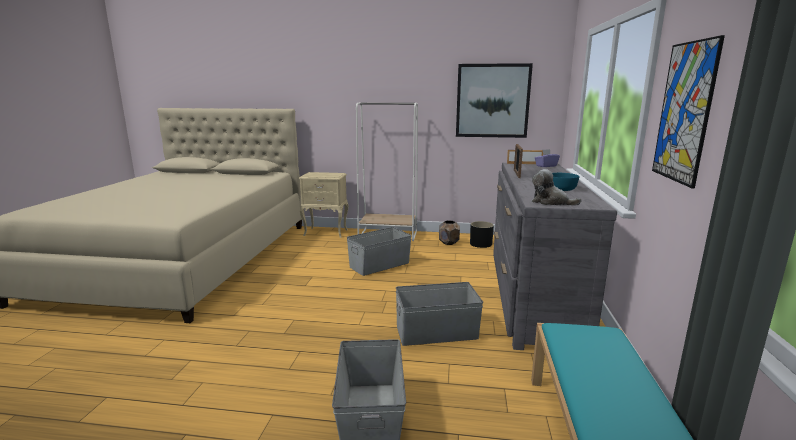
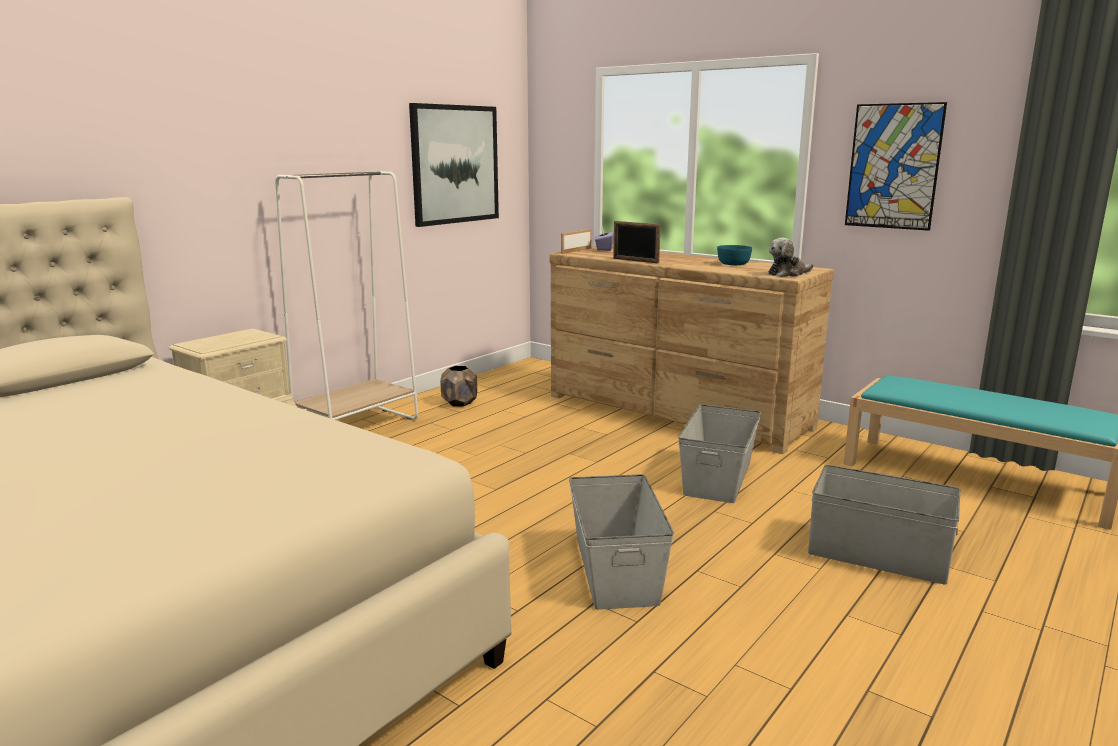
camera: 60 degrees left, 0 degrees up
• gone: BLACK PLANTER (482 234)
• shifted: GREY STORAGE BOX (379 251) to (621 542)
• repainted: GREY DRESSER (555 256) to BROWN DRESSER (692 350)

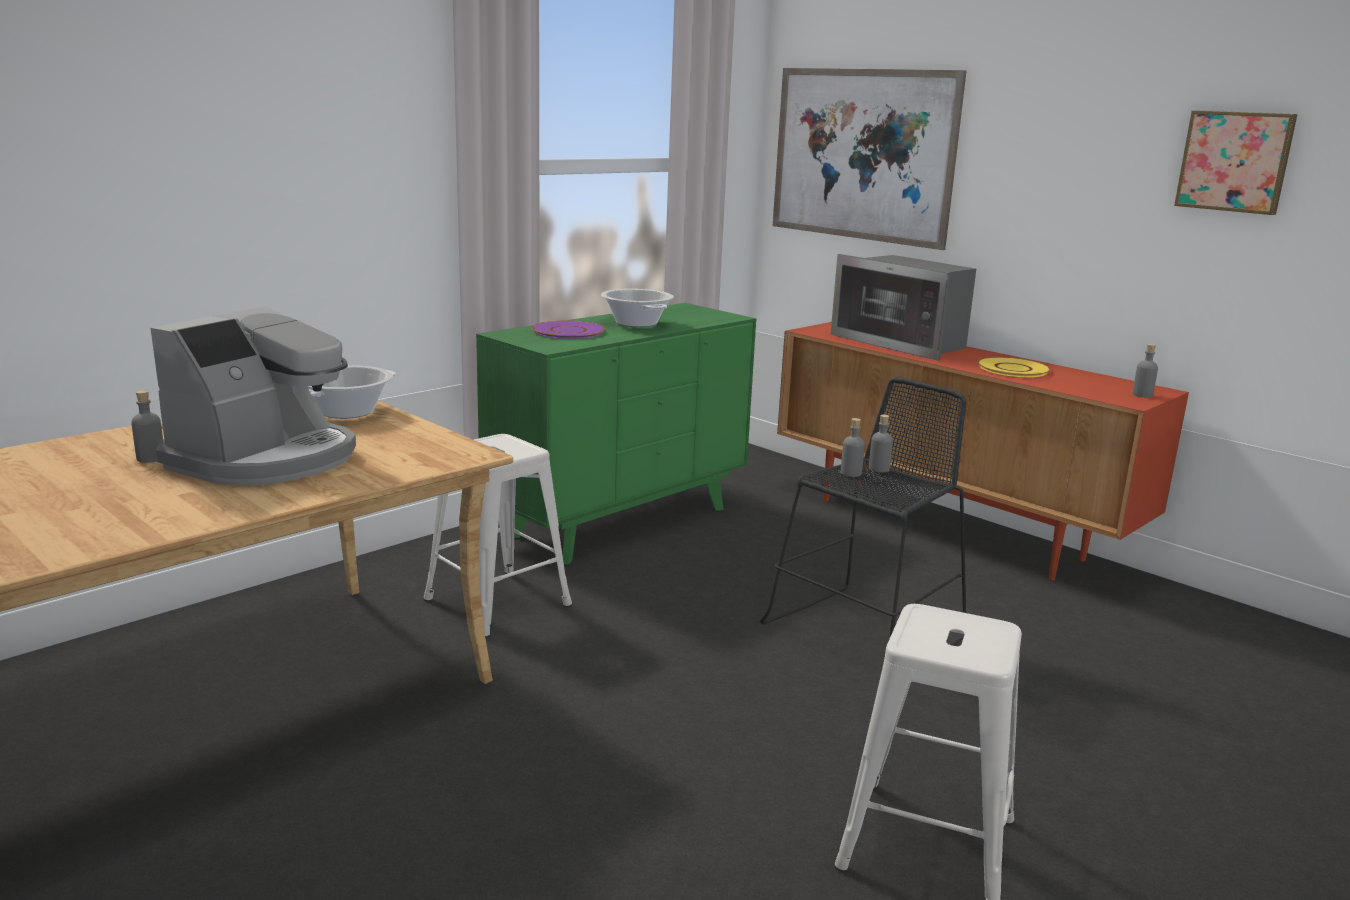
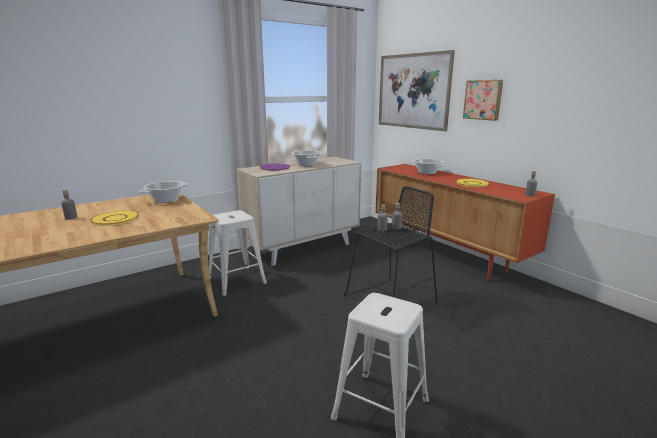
camera: 10 degrees right, 0 degrees up
• shifted: PICTURE (1235 162) to (483 100)
• swapped: COFFEE MACHINE (253 396) to YELLOW PLATE (114 217)
• swapped: MICROWAVE (903 307) to COOKING POT (428 166)
• repainted: GREEN DRESSER (616 434) to WHITE DRESSER (298 211)

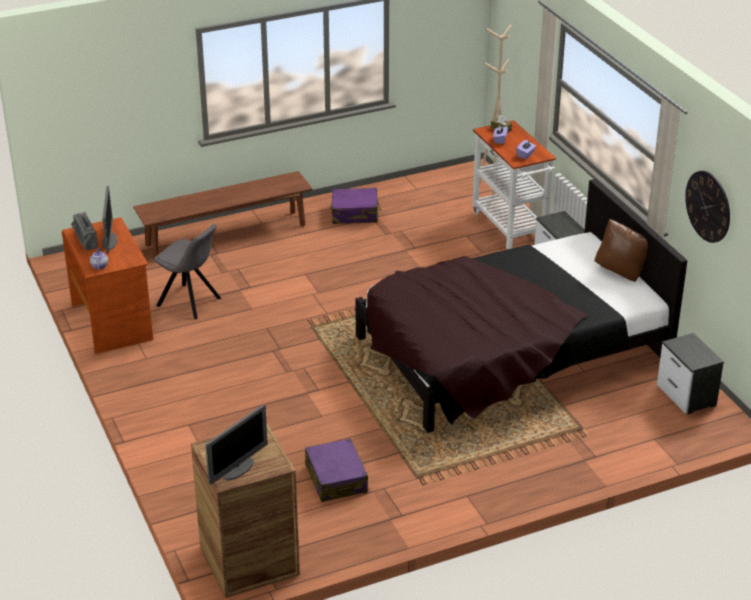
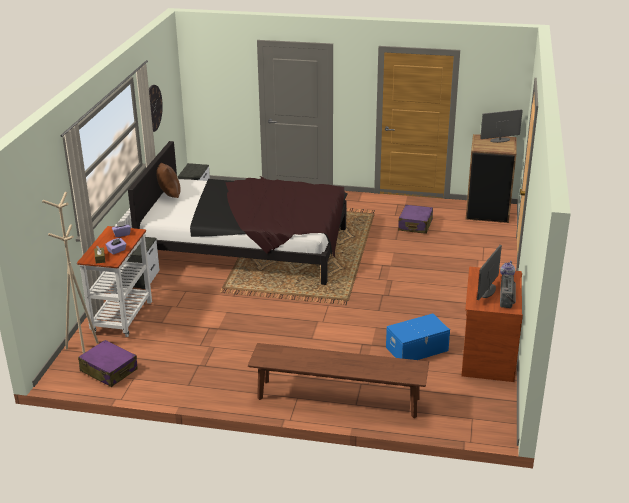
camera: 145 degrees left, 5 degrees down
• shifted: PURPLE SUITCASE (356 206) to (108 363)
• swapped: GREY CHAIR (187 271) to BLUE STORAGE BOX (418 336)

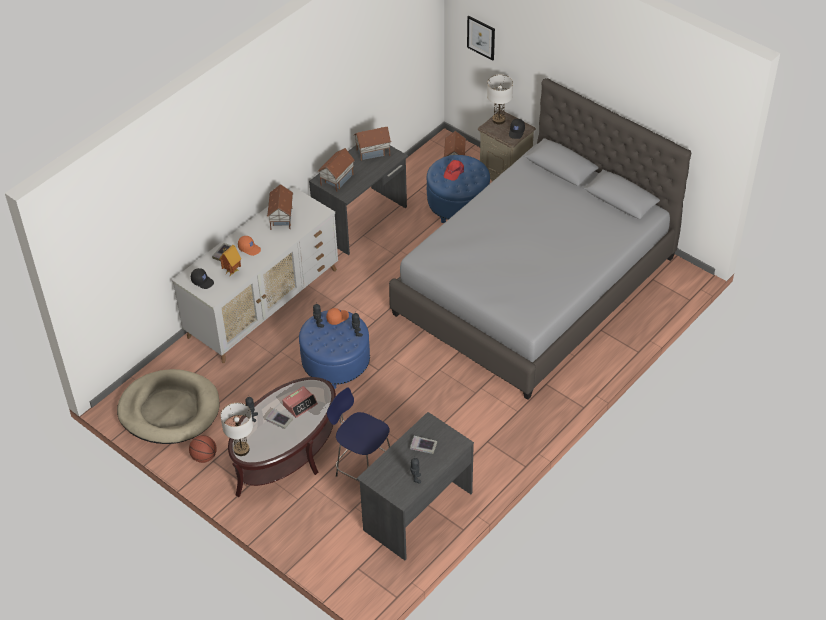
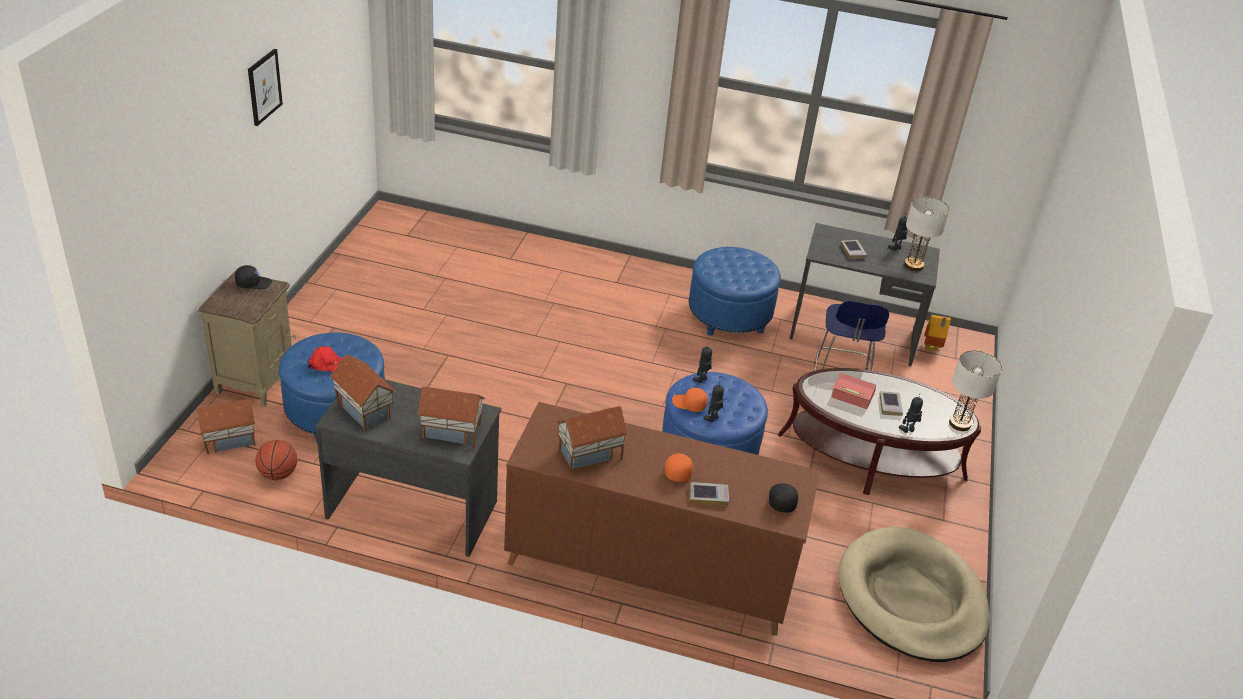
camera: 120 degrees left, 10 degrees down
• gone: GREY BED (540 239)
• new: BLUE OTTOMAN (735 291)
• shifted: BASKETBALL (203 449) to (276 460)
• shifted: TOY HOUSE (230 260) to (937 333)
• shifted: PICTURE (481 38) to (265 87)
• shifted: TABLE LAMP (500 99) to (926 233)
• repainted: WHITE DRESSER (255 275) to BROWN DRESSER (662 519)

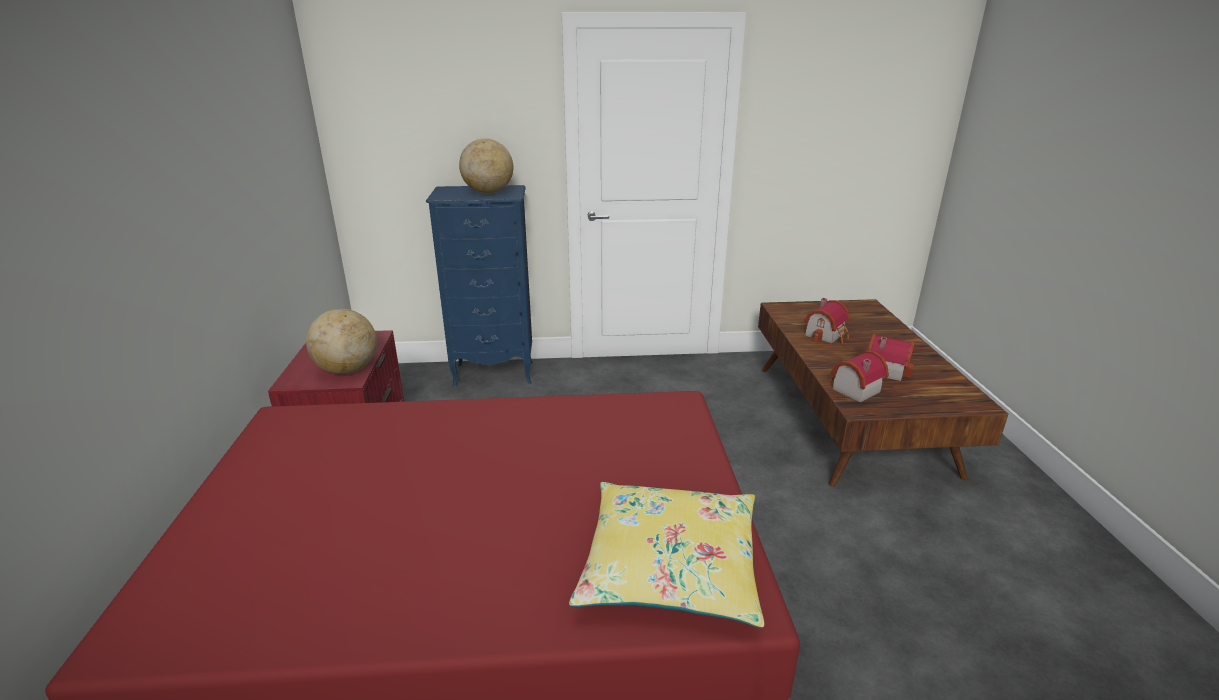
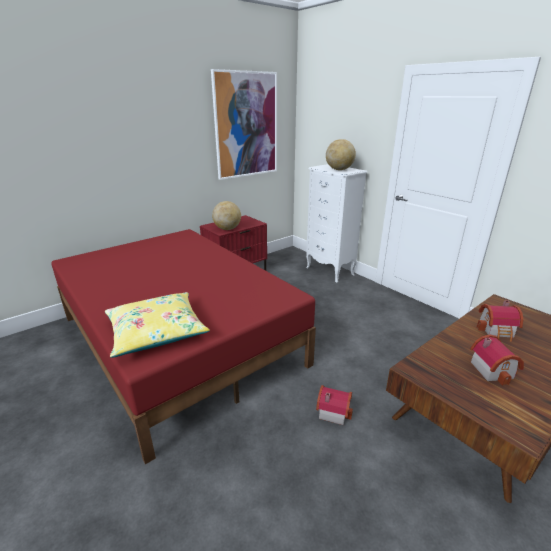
camera: 55 degrees right, 0 degrees up
• new: PICTURE (244 124)
• shifted: TOY HOUSE (859 376) to (334 405)
• repainted: BLUE DRESSER (479 286) to WHITE DRESSER (336 223)

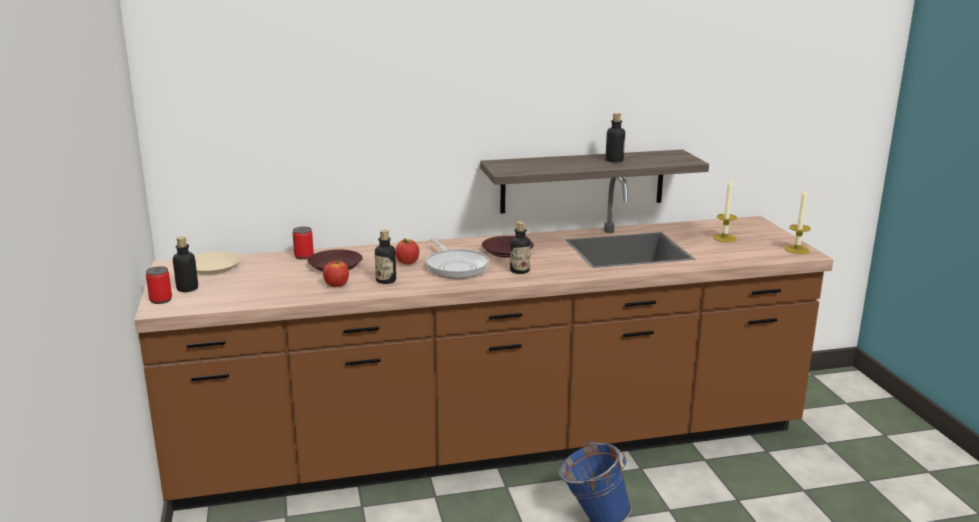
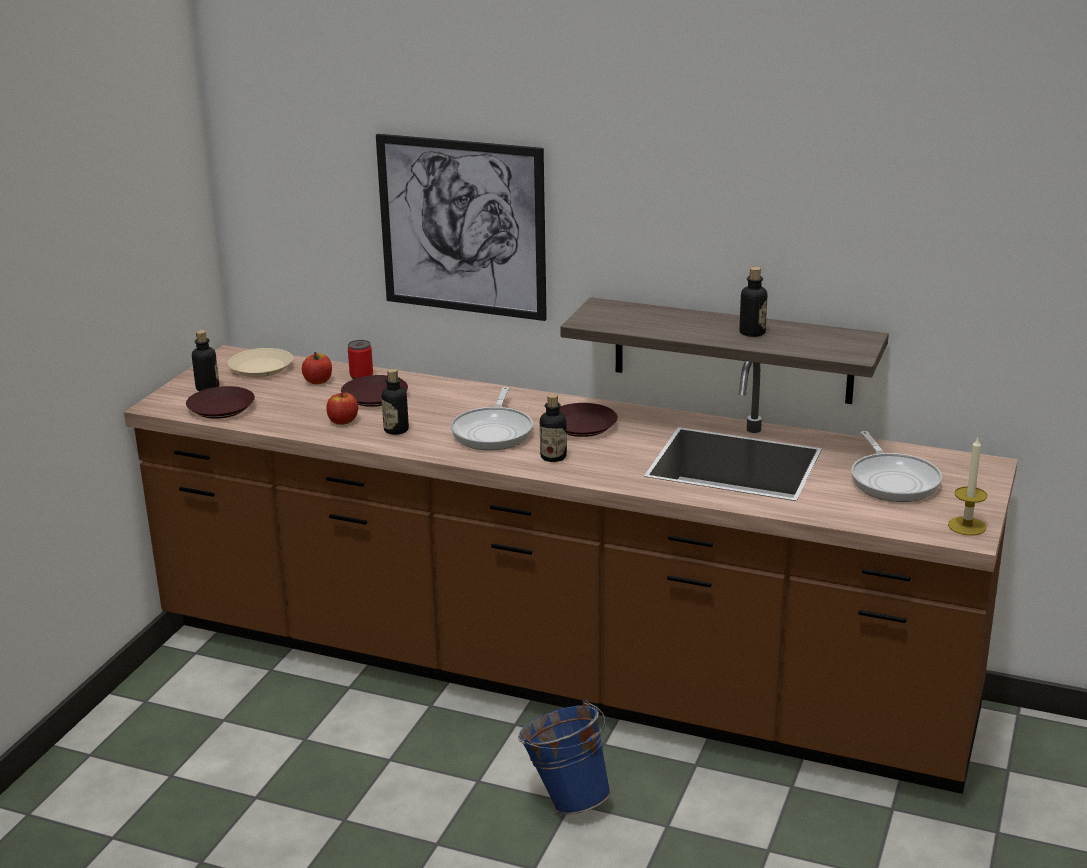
camera: 35 degrees right, 5 degrees up
• gone: CAN (159 285)
• new: BROWN PLATE (220 402)
• new: PICTURE (461 227)
• shifted: APPLE (407 251) to (317 368)
• swapped: CANDLE (725 210) to FRYING PAN (896 466)

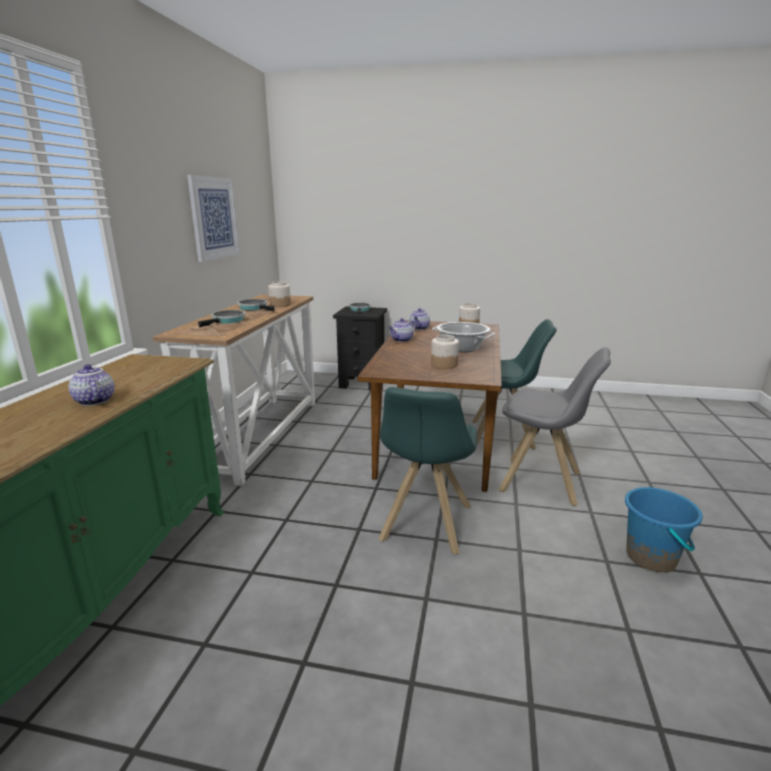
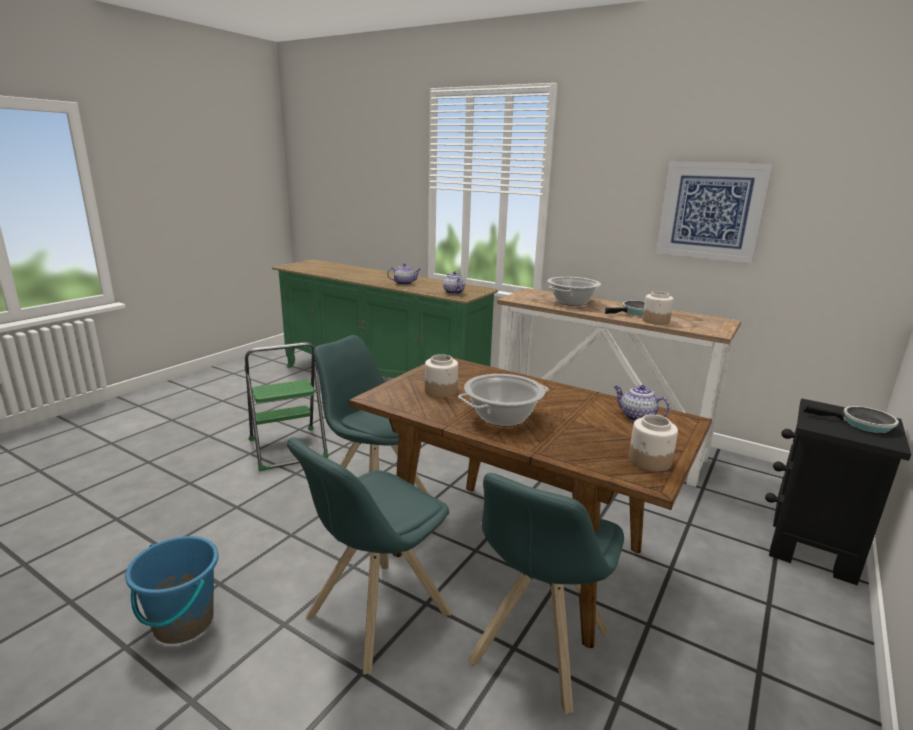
camera: 110 degrees right, 0 degrees up
• new: GREEN STEP LADDER (286 406)
• shifted: TEAPOT (402 330) to (454 282)
• swapped: FRYING PAN (221 318) to COOKING POT (574 291)
• repainted: GREY CHAIR (555 426) to TURQUOISE CHAIR (369 556)

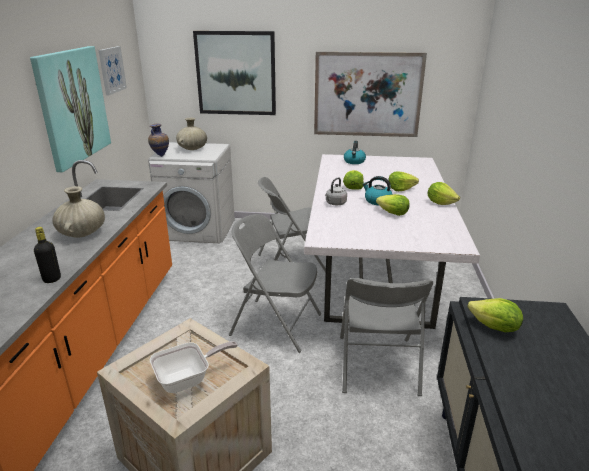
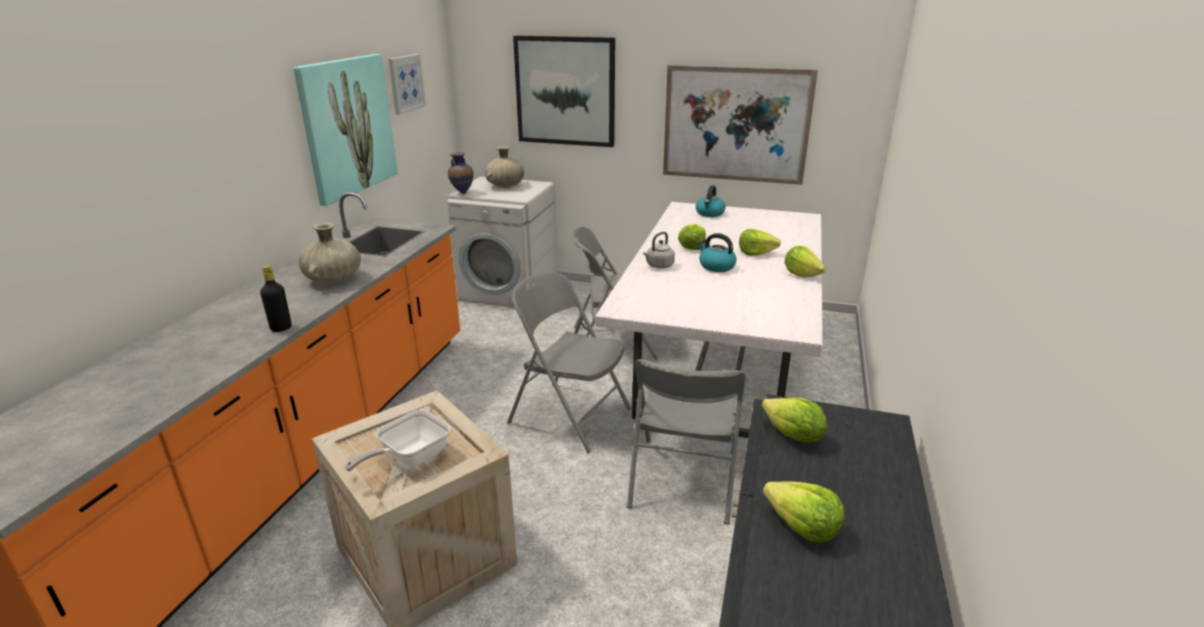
camera: 10 degrees right, 0 degrees up
• shifted: LETTUCE (393 205) to (804 511)
• rotated: FRYING PAN (194 367) = (398 440) 150 degrees clockwise

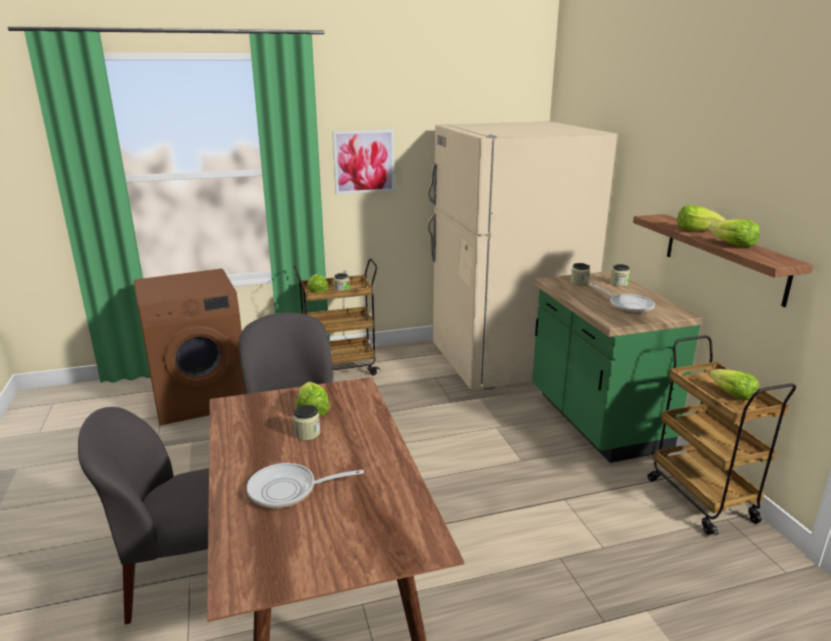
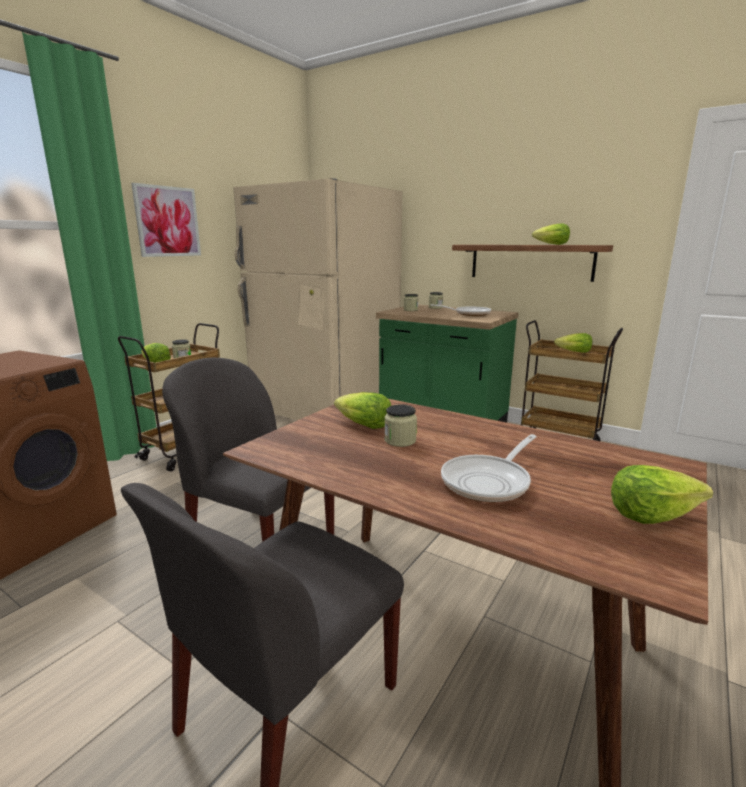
camera: 40 degrees left, 5 degrees down
• shifted: LETTUCE (701 218) to (662 494)

